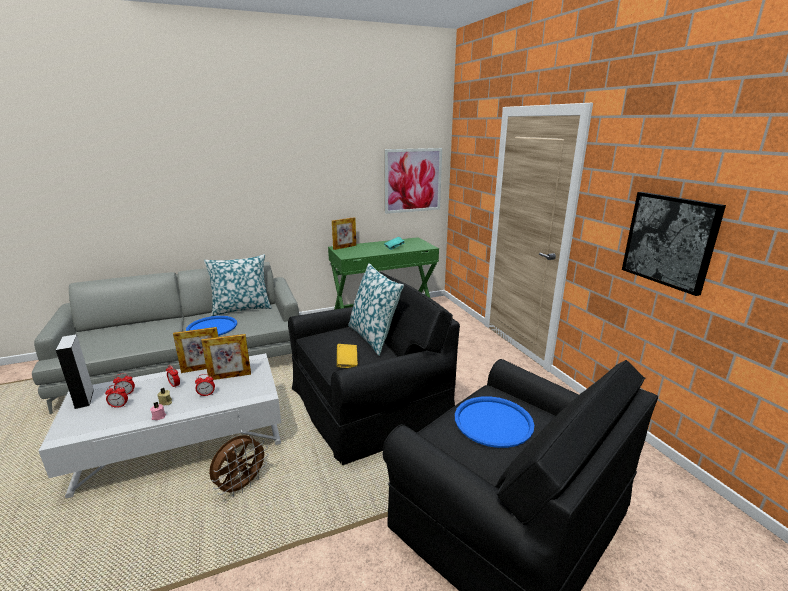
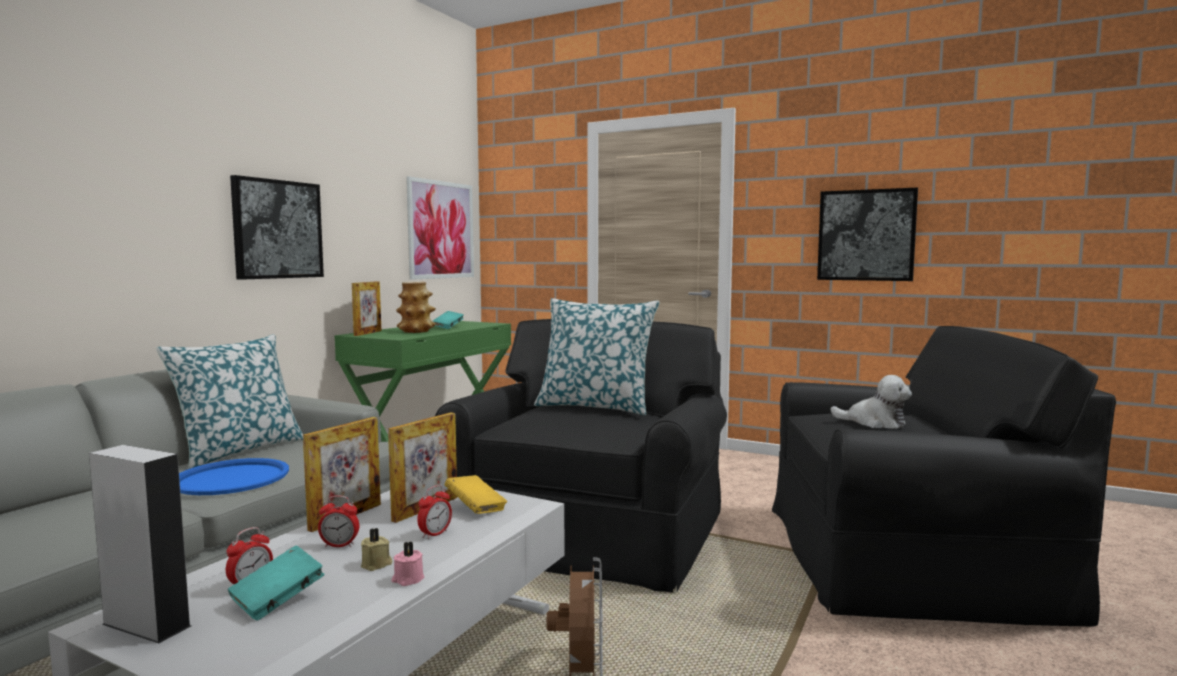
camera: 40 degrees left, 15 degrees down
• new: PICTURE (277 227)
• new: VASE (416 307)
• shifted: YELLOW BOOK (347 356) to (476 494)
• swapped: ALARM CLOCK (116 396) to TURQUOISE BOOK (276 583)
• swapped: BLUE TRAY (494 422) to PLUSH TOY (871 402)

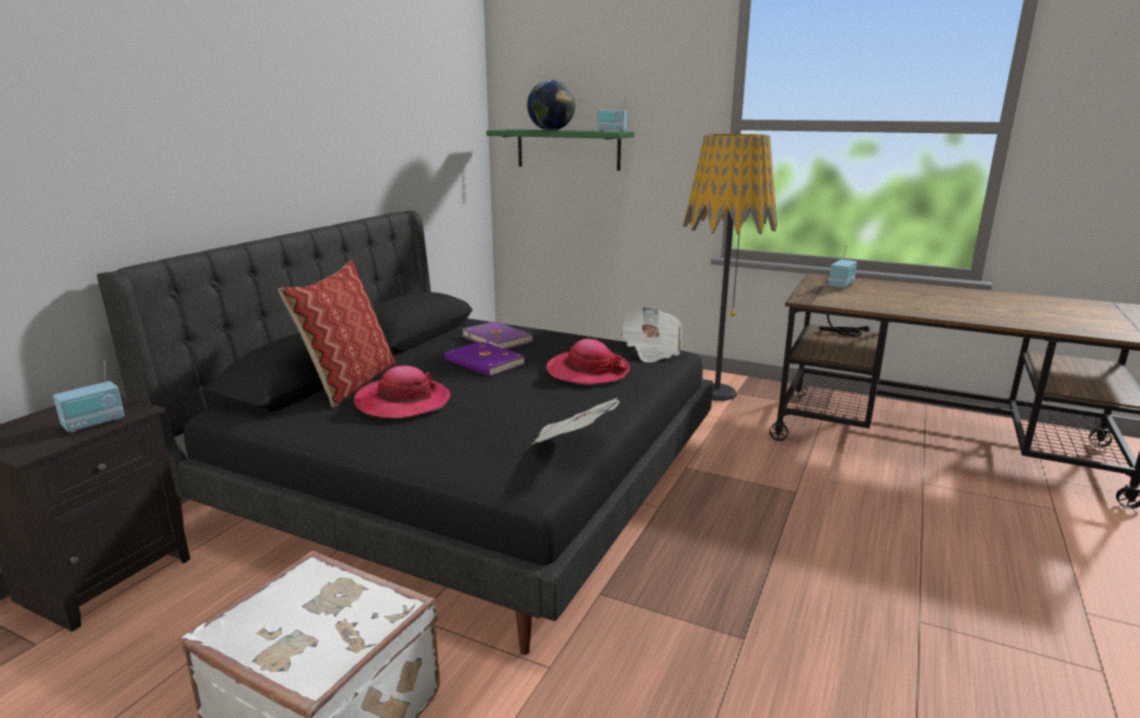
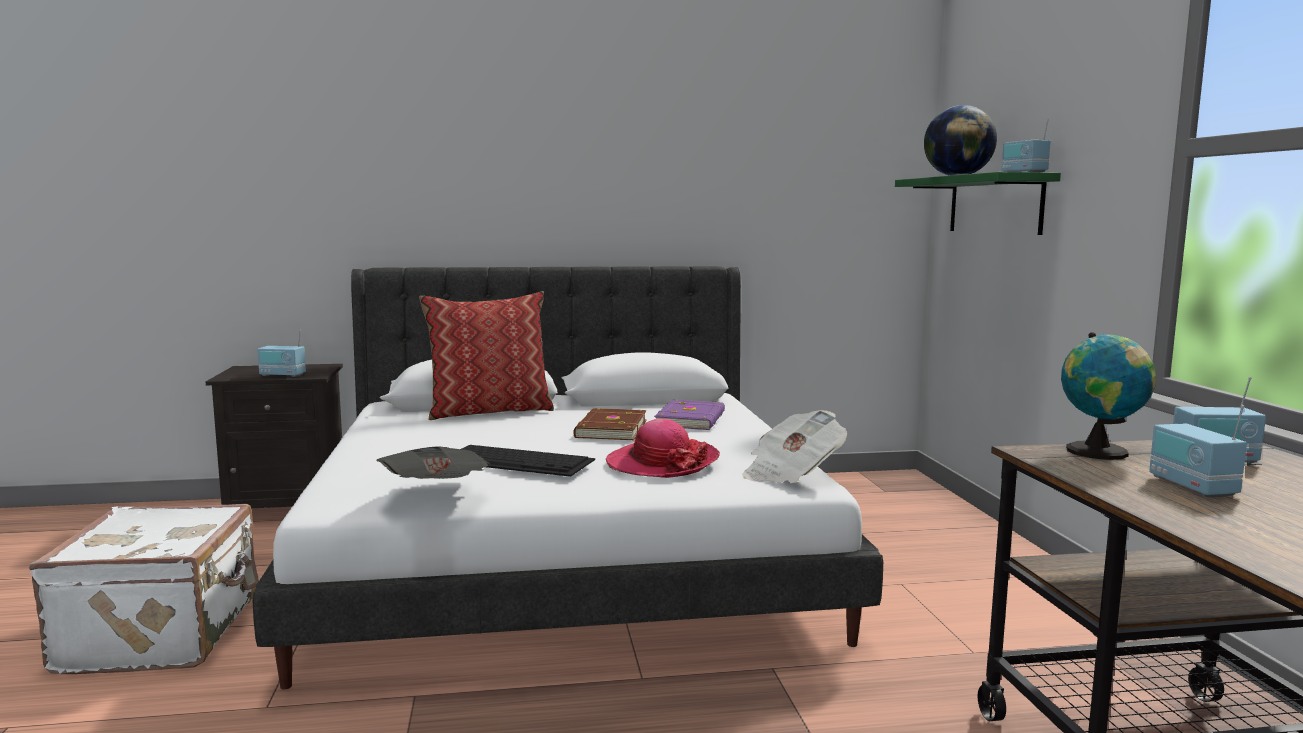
camera: 55 degrees right, 10 degrees down
• gone: HAT (402 392)
• gone: FLOOR LAMP (730 267)
• new: KEYBOARD (528 461)
• new: GLOBE (1108 396)
• new: RADIO (1198 451)
• repainted: BLACK BED (405 433) to WHITE BED (567 477)
• repainted: PURPLE BOOK (484 358) to BROWN BOOK (610 424)

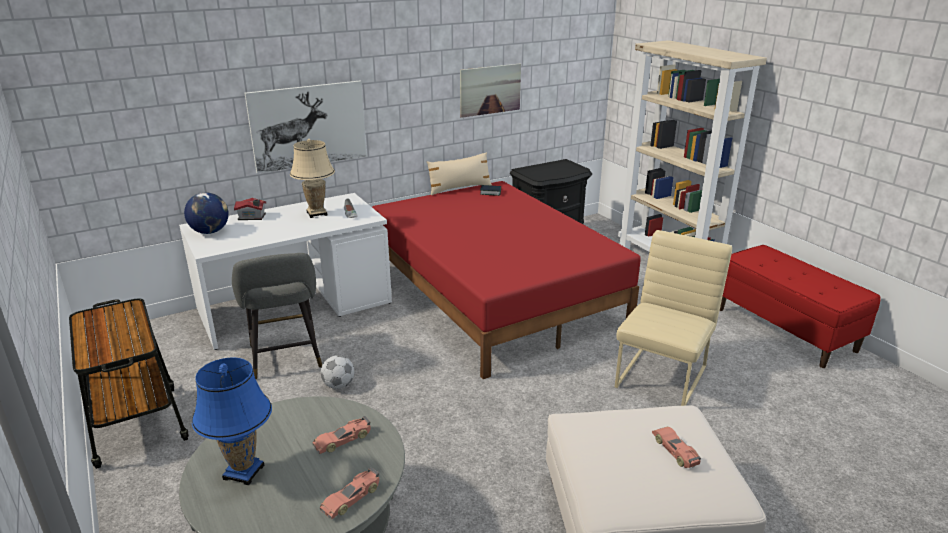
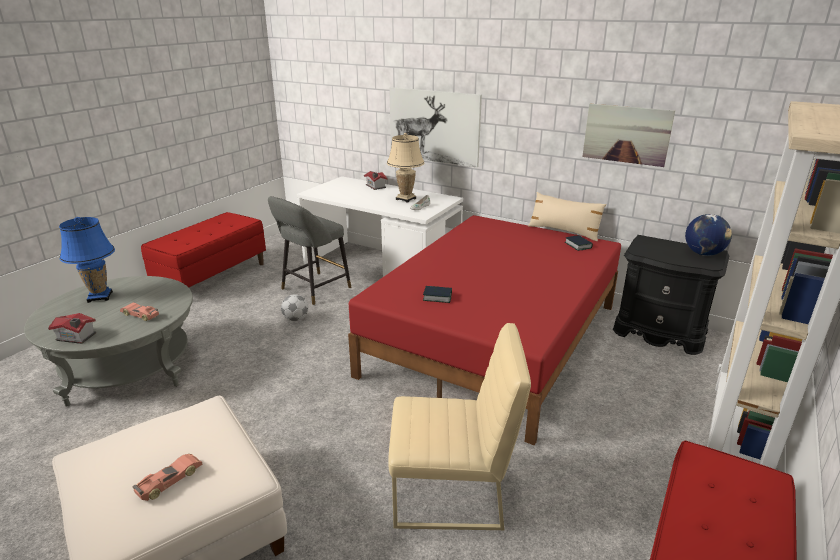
camera: 60 degrees right, 0 degrees up
• new: BOOK (437 294)
• shifted: GLOBE (206 213) to (708 235)
• swapped: CART (129 384) to RED BENCH (203 250)
• swapped: TOY CAR (349 493) to TOY HOUSE (72 328)

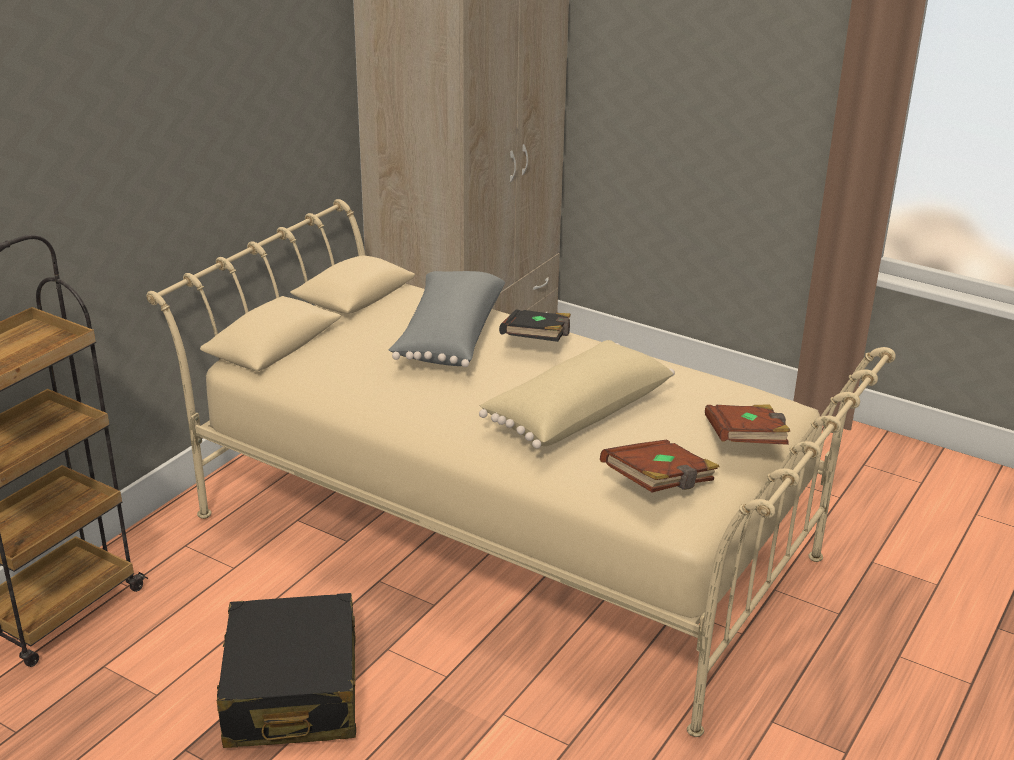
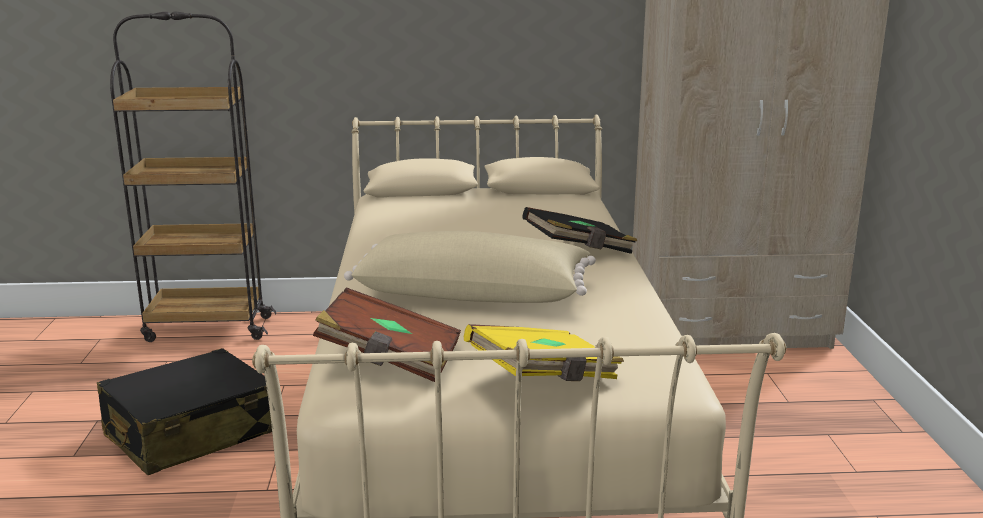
camera: 55 degrees right, 10 degrees down
• gone: GREY PILLOW (447 319)
• repainted: BROWN BOOK (747 424) to YELLOW BOOK (544 352)

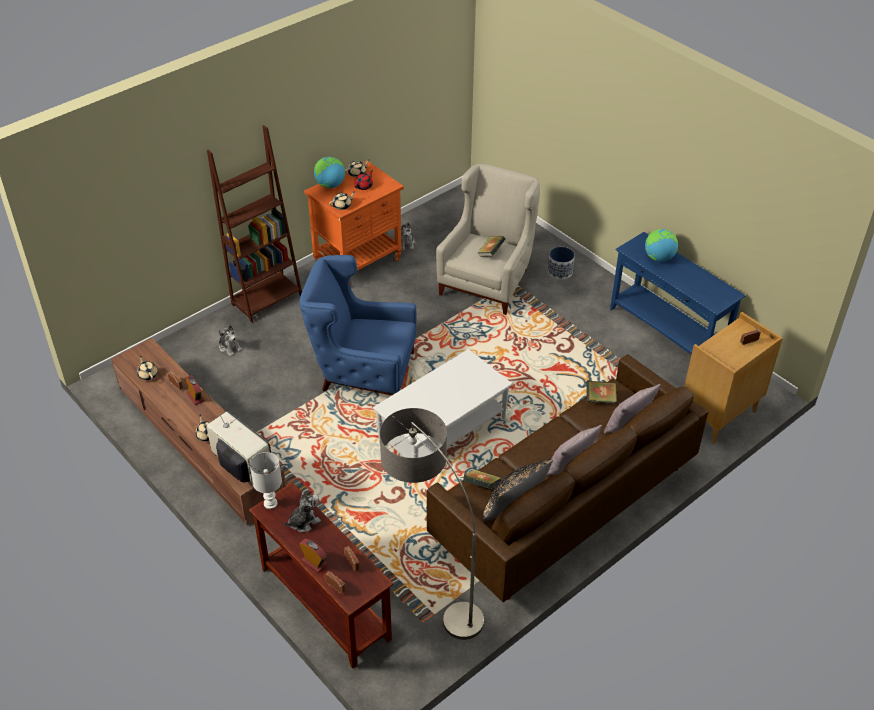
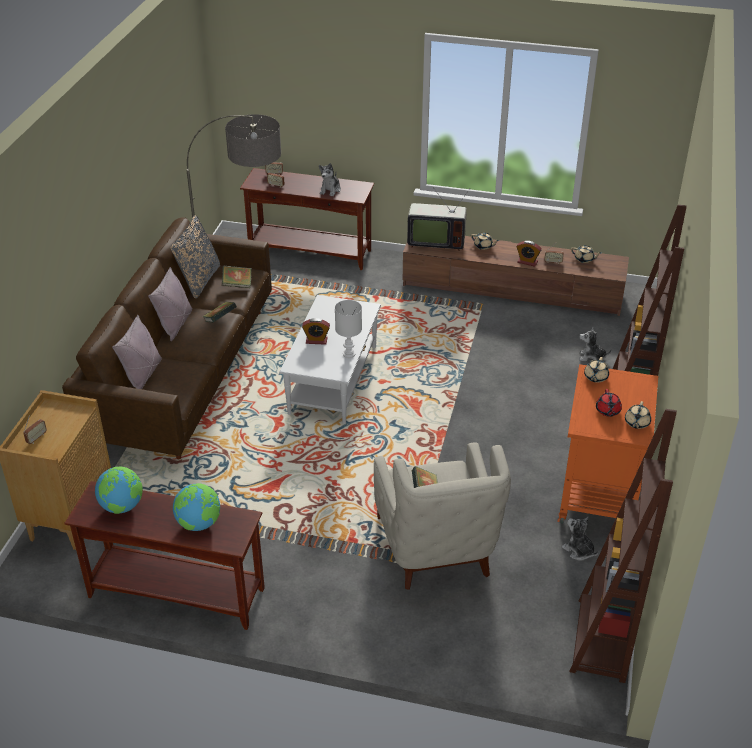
camera: 145 degrees right, 5 degrees down
• gone: BLUE ARMCHAIR (358 325)
• gone: PLANTER (561 263)
• new: BROWN BOOKCASE (623 546)
• shifted: WHITE TABLE LAMP (266 480) to (348 329)
• shifted: ALARM CLOCK (313 555) to (316 331)
• shifted: GLOBE (329 172) to (119 490)
• shifted: BOOK (601 392) to (219 312)
• repainted: BLUE CONSOLE TABLE (678 293) to BROWN CONSOLE TABLE (164 555)

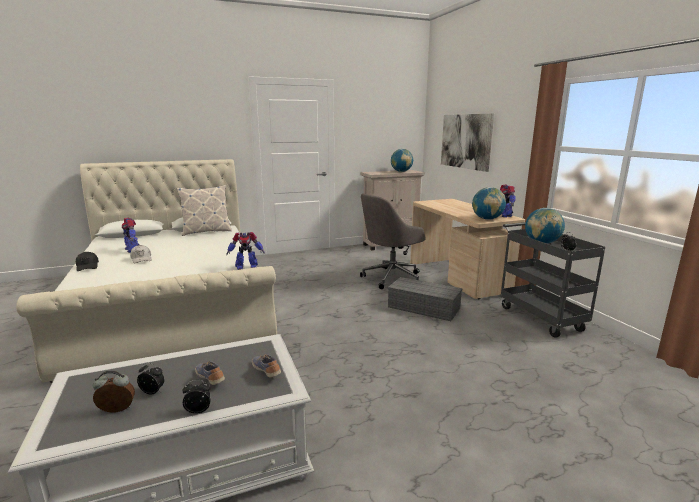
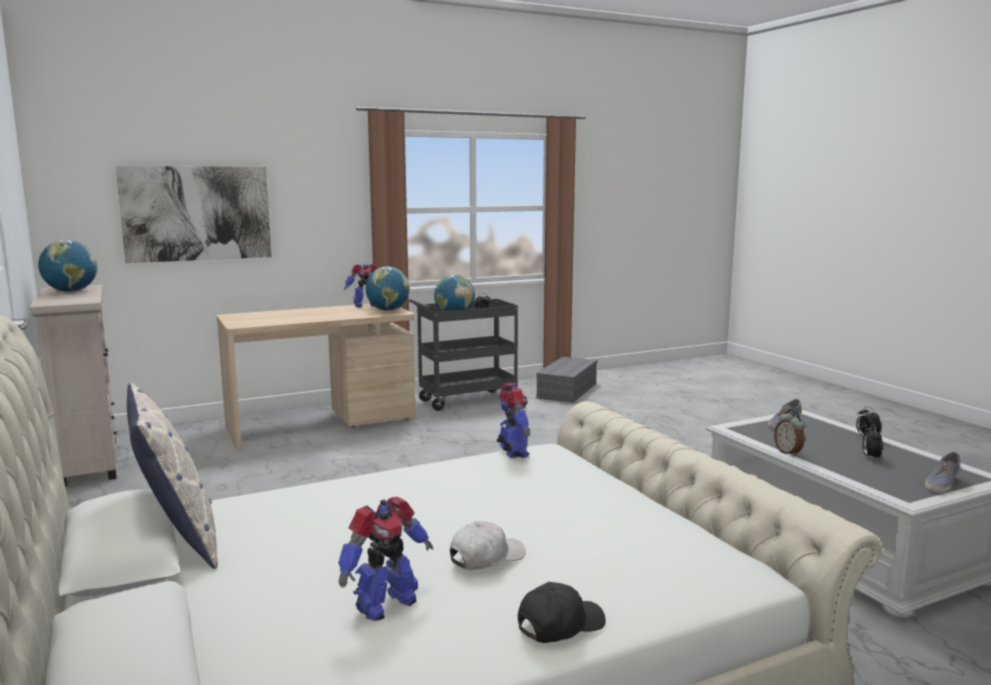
camera: 95 degrees left, 5 degrees down
• gone: GREY OFFICE CHAIR (393 241)
• shifted: ALARM CLOCK (114 391) to (789 433)
• shifted: SHOE (210 373) to (943 473)
• shifted: GREY STORAGE BOX (425 299) to (566 380)

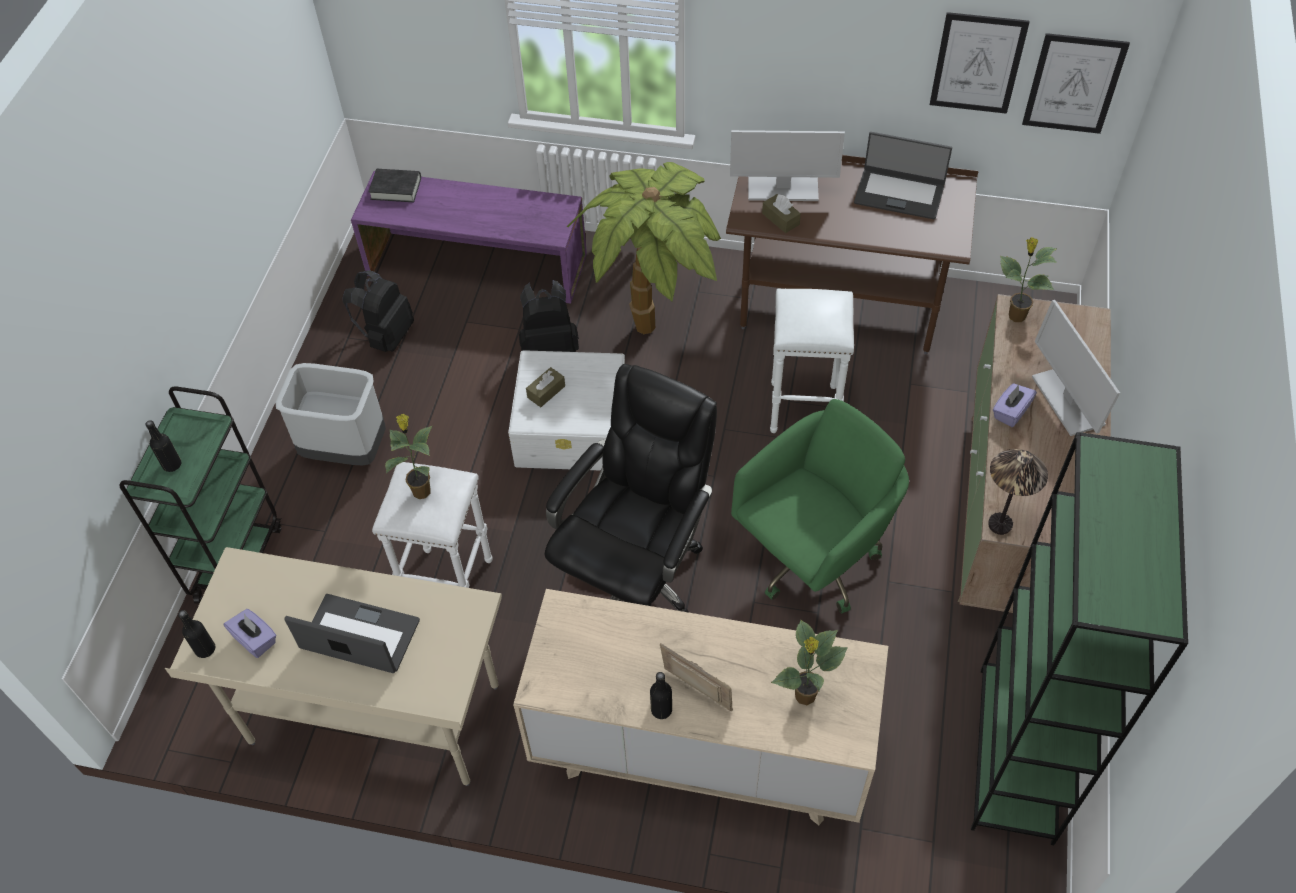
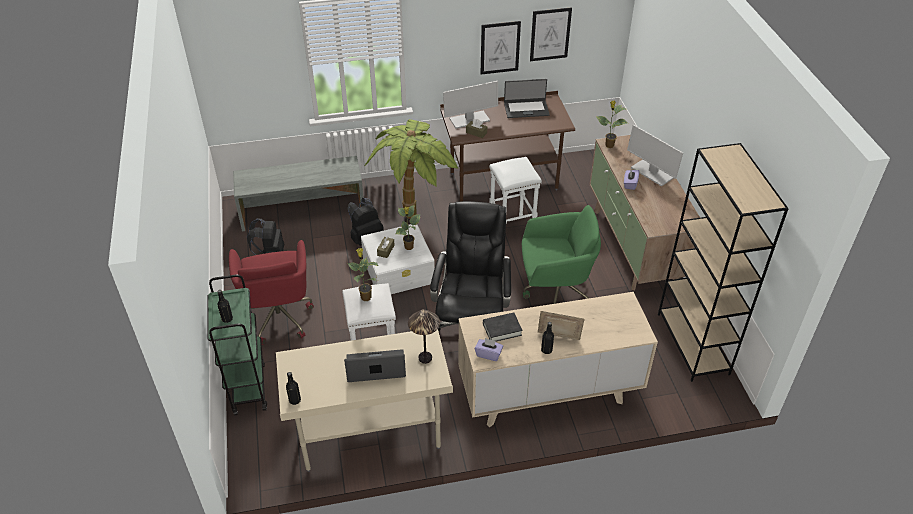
camera: 25 degrees left, 10 degrees down
• shifted: PURPLE TISSUE BOX (250 633) to (488 349)
• shifted: BLACK BOOK (394 185) to (503 327)
• shifted: POTTED PLANT (809 662) to (408 227)
• shifted: TABLE LAMP (1018 492) to (424 336)
• shifted: PICTURE (1076 83) to (501 47)
• swapped: GREY TRASH CAN (331 414) to RED OFFICE CHAIR (271 292)
• repainted: PURPLE BENCH (469 237) to GREY BENCH (298 193)
• repainted: GREEN BOOKCASE (1079 638) to BEIGE BOOKCASE (723 262)
• rotated: GREEN OFFICE CHAIR (820 506) = (561 254) 60 degrees clockwise

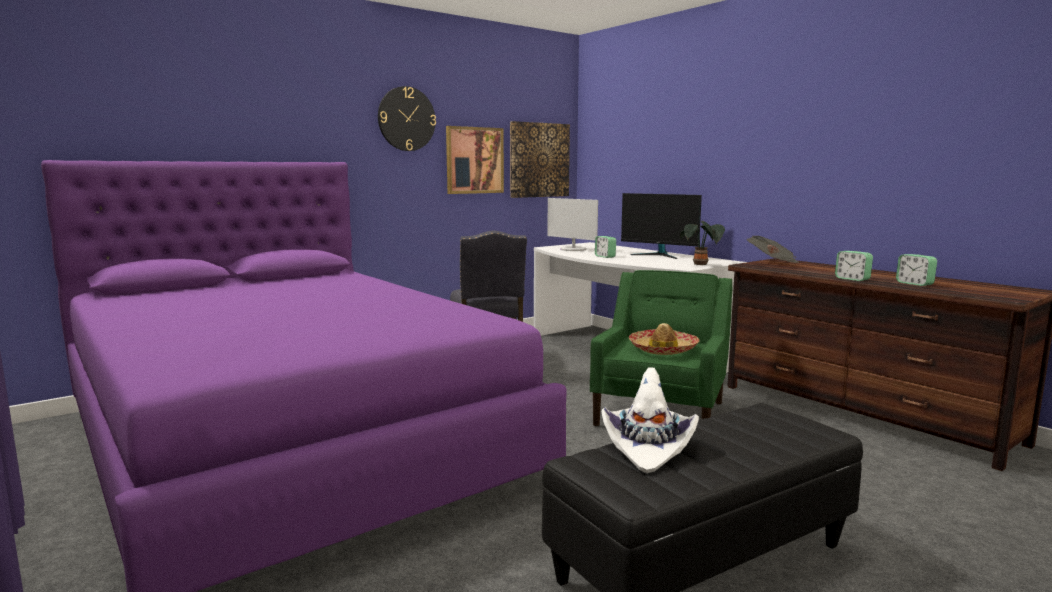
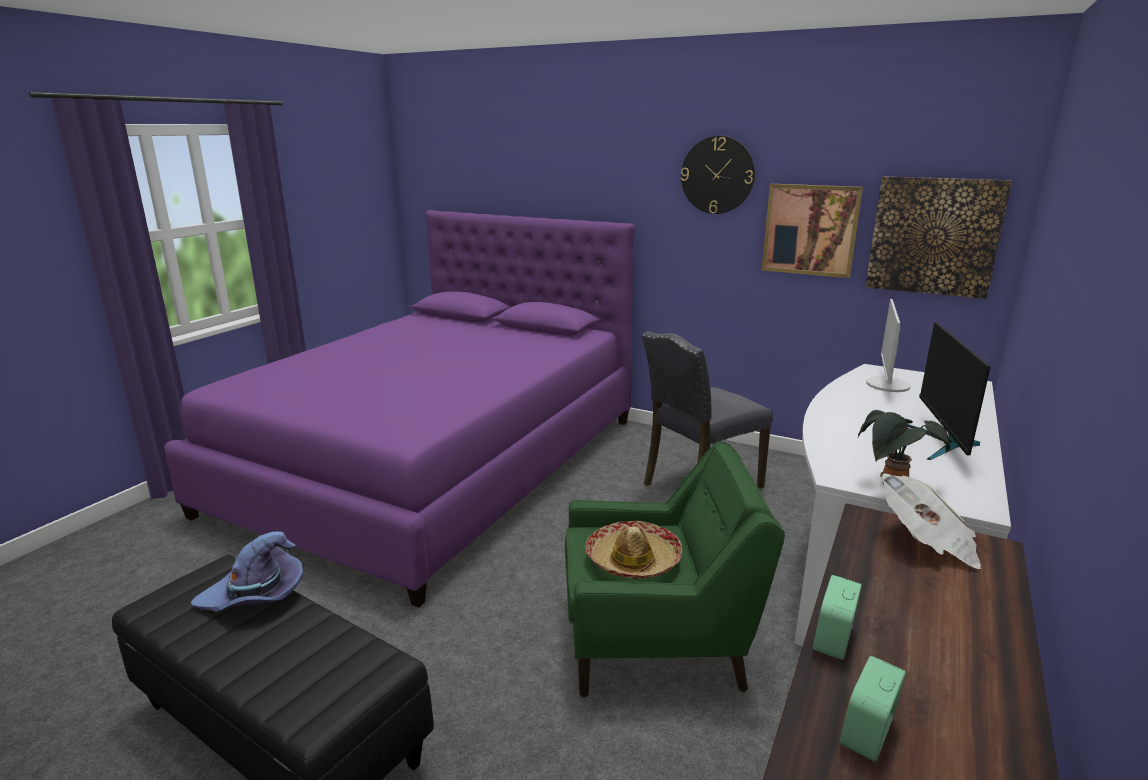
camera: 65 degrees right, 10 degrees up
• gone: ALARM CLOCK (605 247)
• repainted: WHITE HAT (650 420) to PURPLE HAT (247 571)

